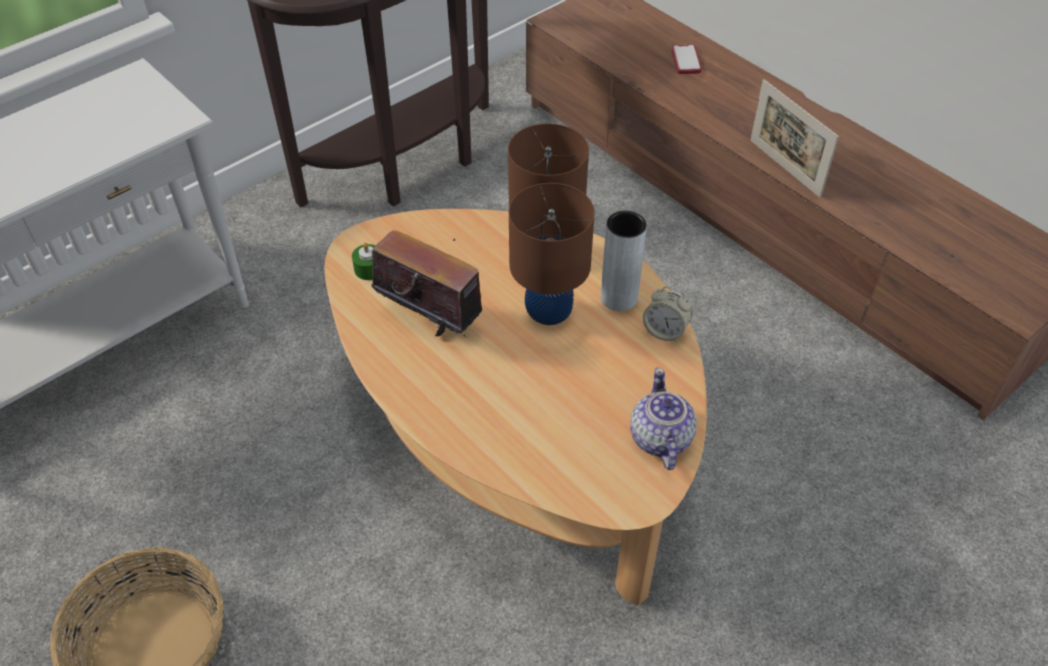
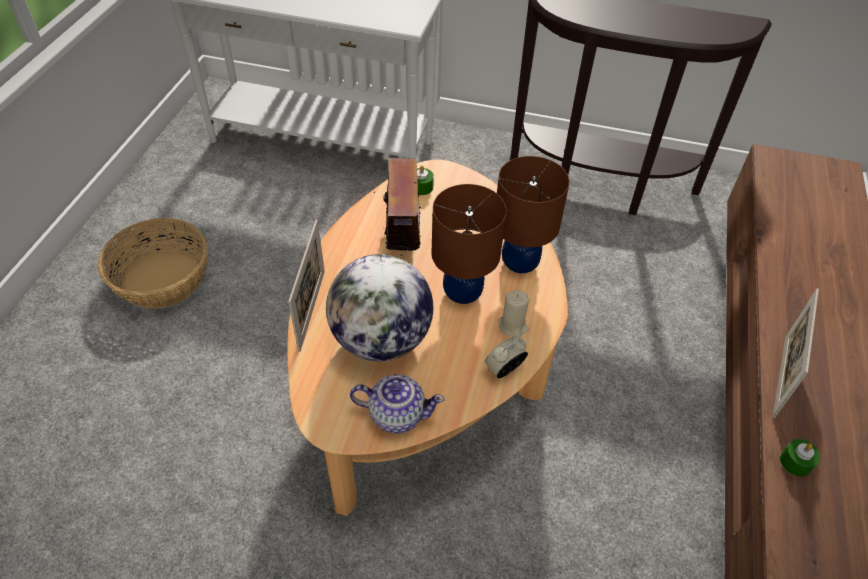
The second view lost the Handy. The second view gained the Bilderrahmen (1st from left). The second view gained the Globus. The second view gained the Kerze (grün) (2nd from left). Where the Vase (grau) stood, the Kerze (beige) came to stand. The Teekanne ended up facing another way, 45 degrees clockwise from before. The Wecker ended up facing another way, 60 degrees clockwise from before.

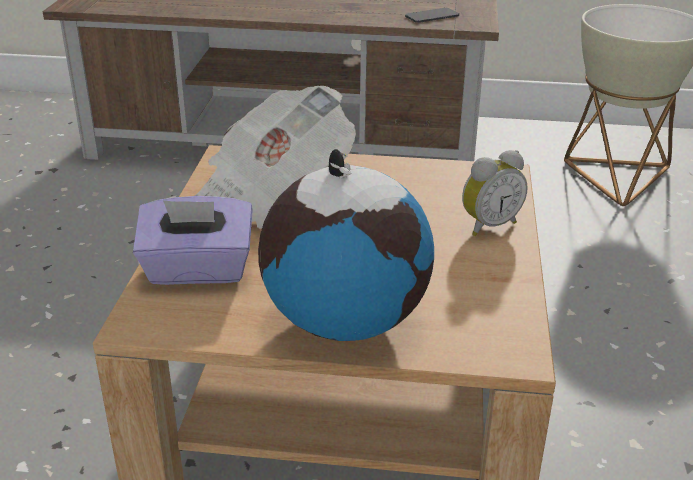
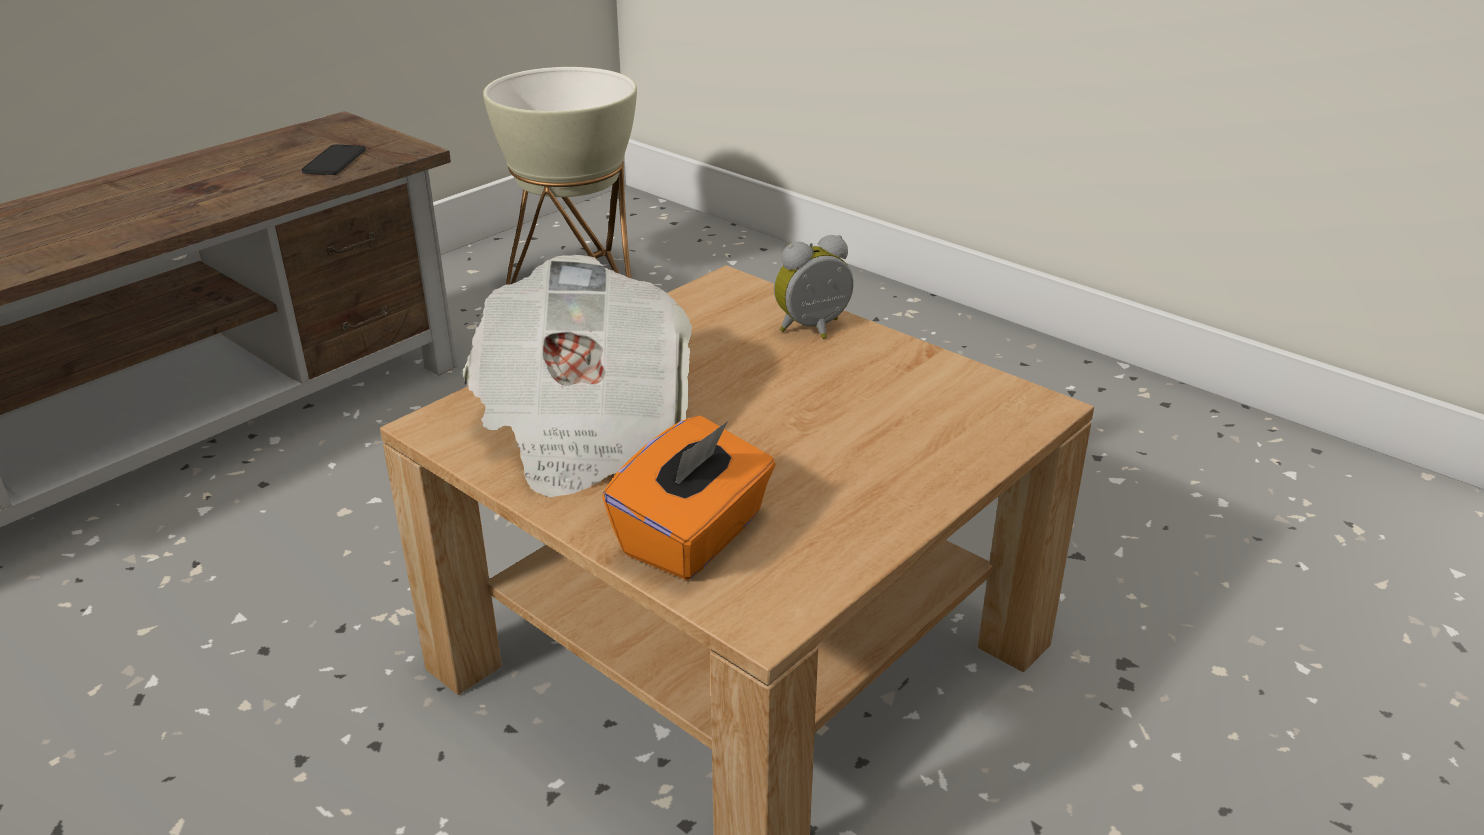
The second view lost the Globus. What was the Taschentuchbox (lila) turned into the Taschentuchbox (orange). The Wecker ended up facing another way, 120 degrees counterclockwise from before.

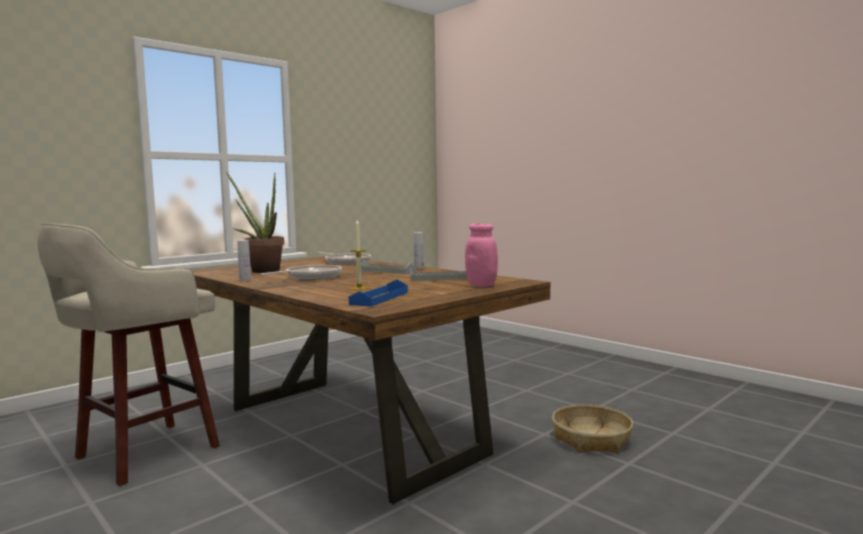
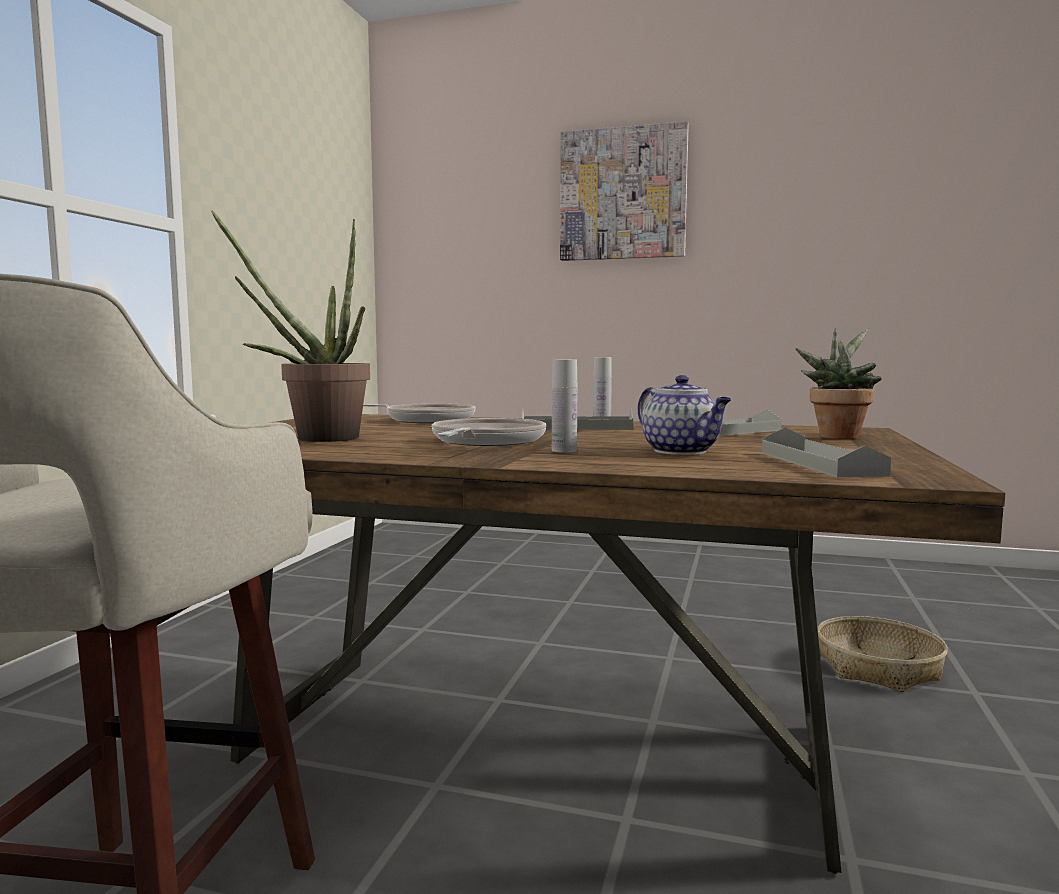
The second view gained the Bild. The Flasche (weiß) (1st from left) ended up elsewhere. Where the Kerze stood, the Teekanne came to stand. Where the Vorratsglas (rosa) stood, the Topfpflanze (2nd from left) came to stand. What was the Tablett (blau) turned into the Tablett (grau) (3rd from left).

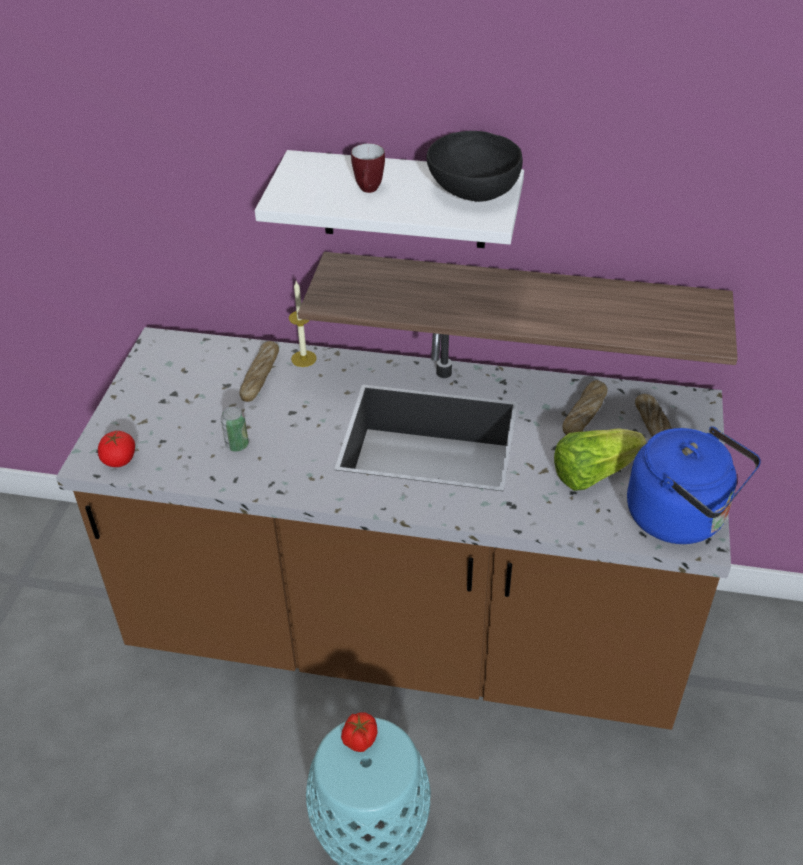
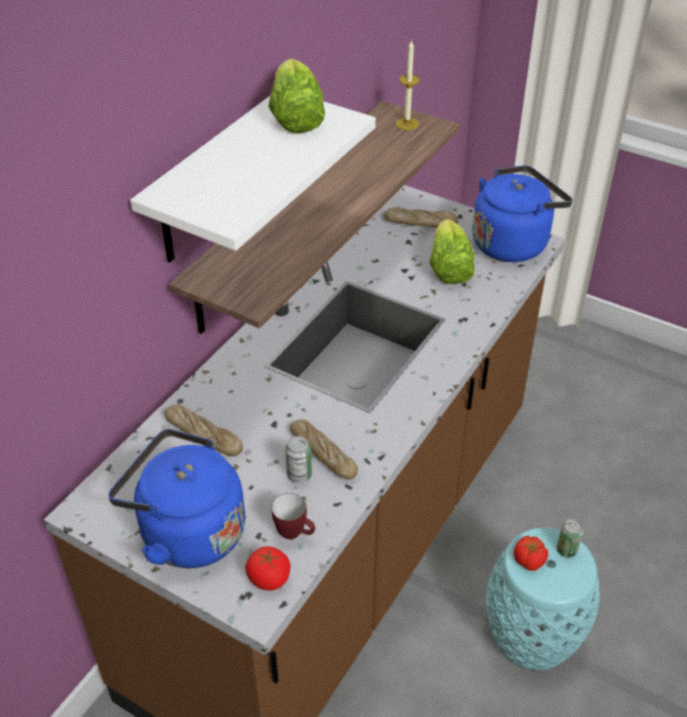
The second view gained the Wasserkessel (blau) (1st from left). The second view gained the Dose (2nd from left). The Kerze ended up elsewhere. The Henkelbecher ended up elsewhere. The Brot (2nd from left) ended up elsewhere. Where the Schüssel (schwarz) stood, the Salatkopf (1st from left) came to stand.

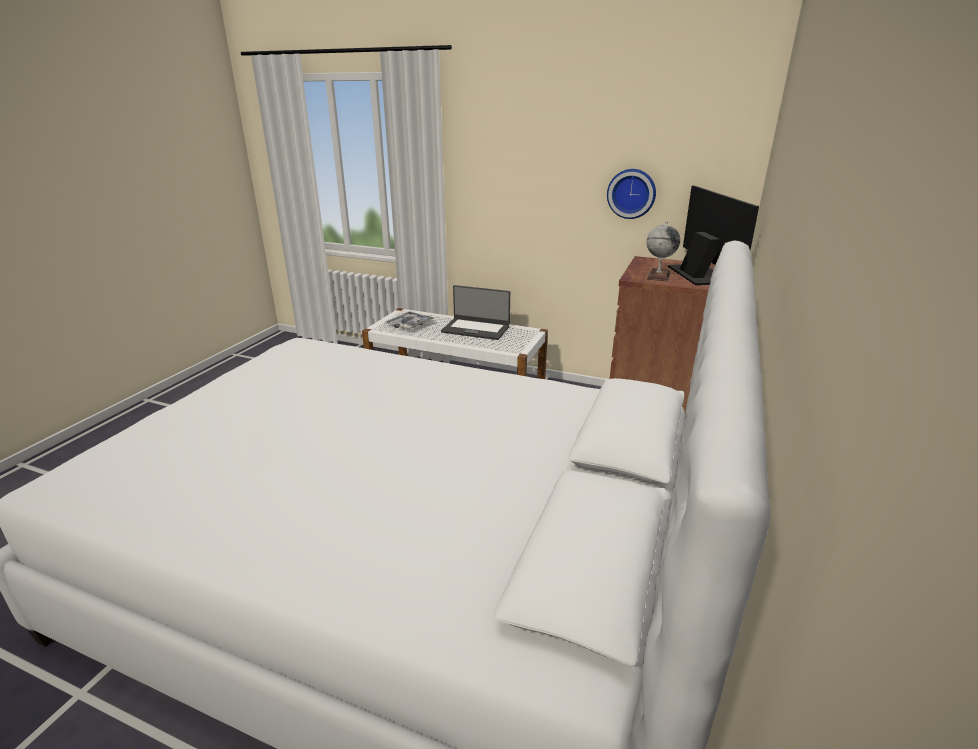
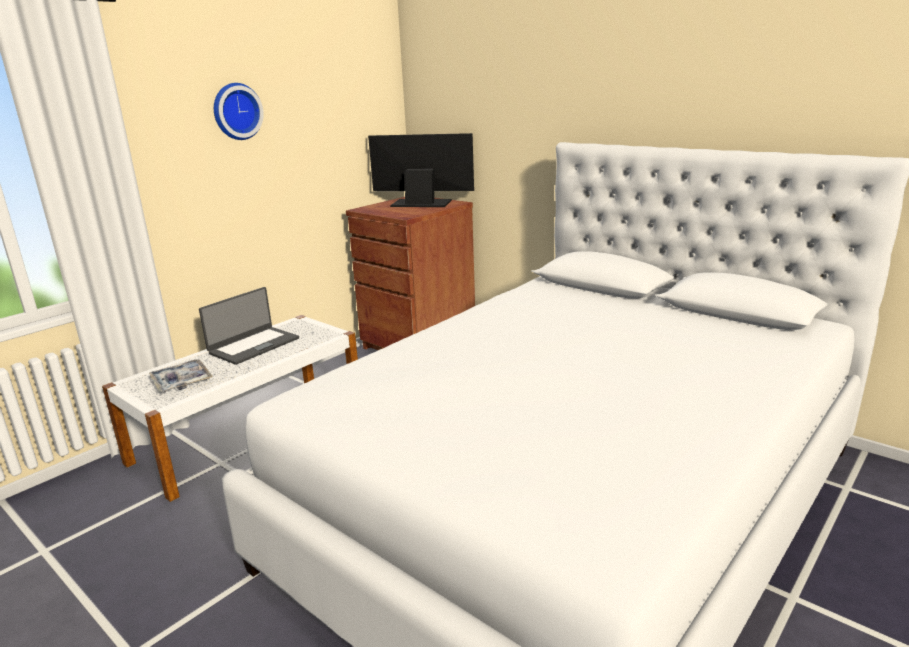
The second view lost the Globus. The Wanduhr ended up elsewhere.

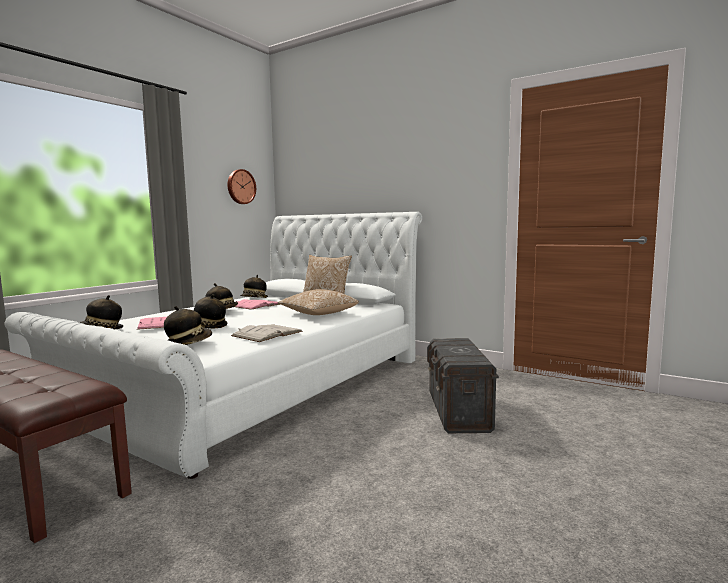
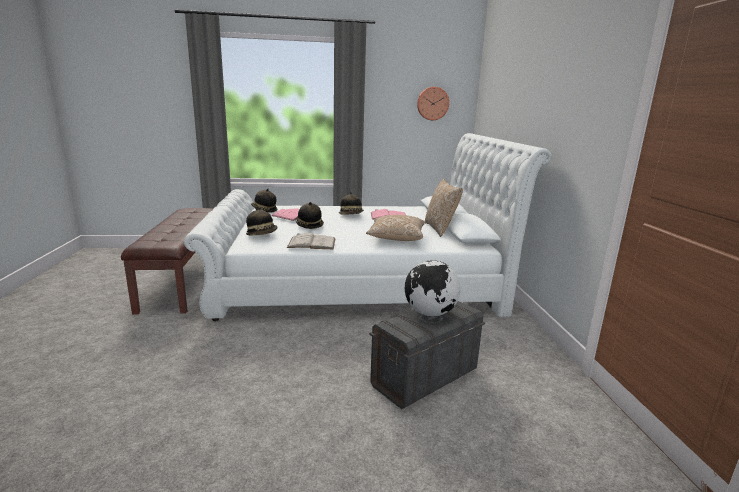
The second view lost the Hut (5th from left). The second view gained the Globus.

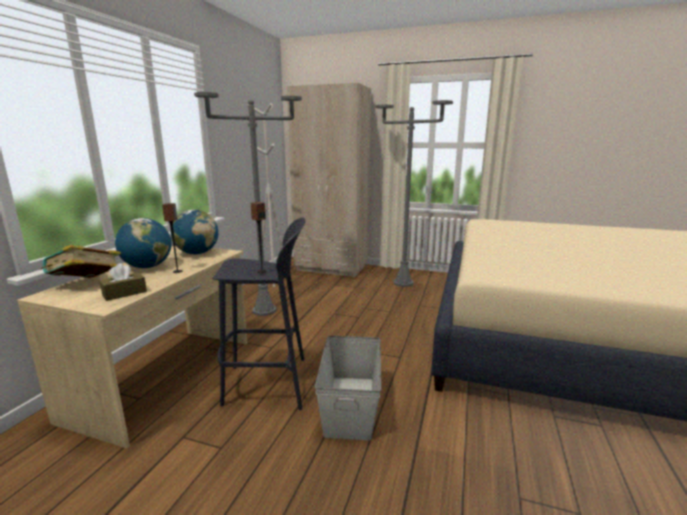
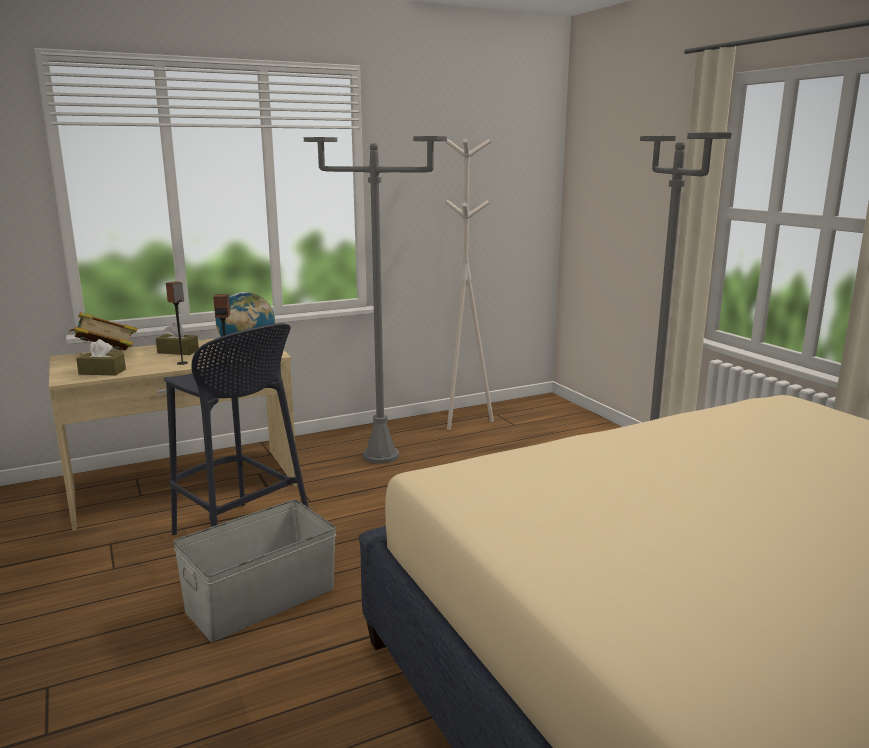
The second view lost the Kleiderschrank (beige). Where the Globus (1st from left) stood, the Taschentuchbox (braun) (2nd from left) came to stand.

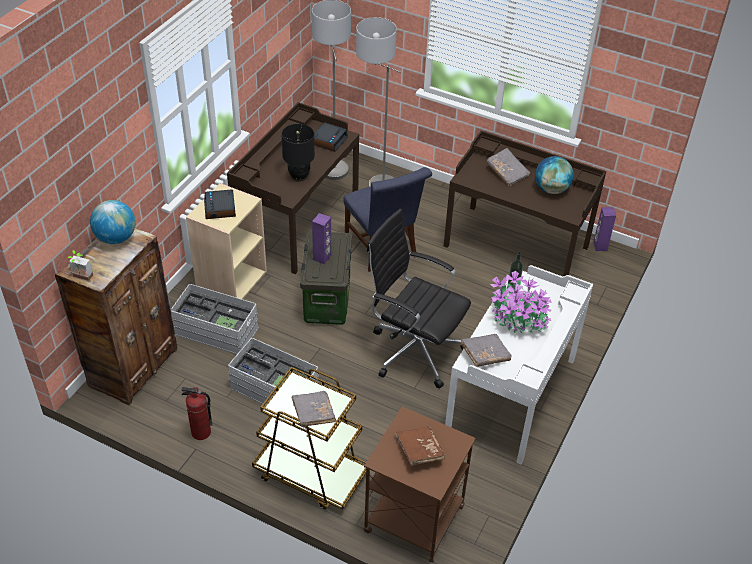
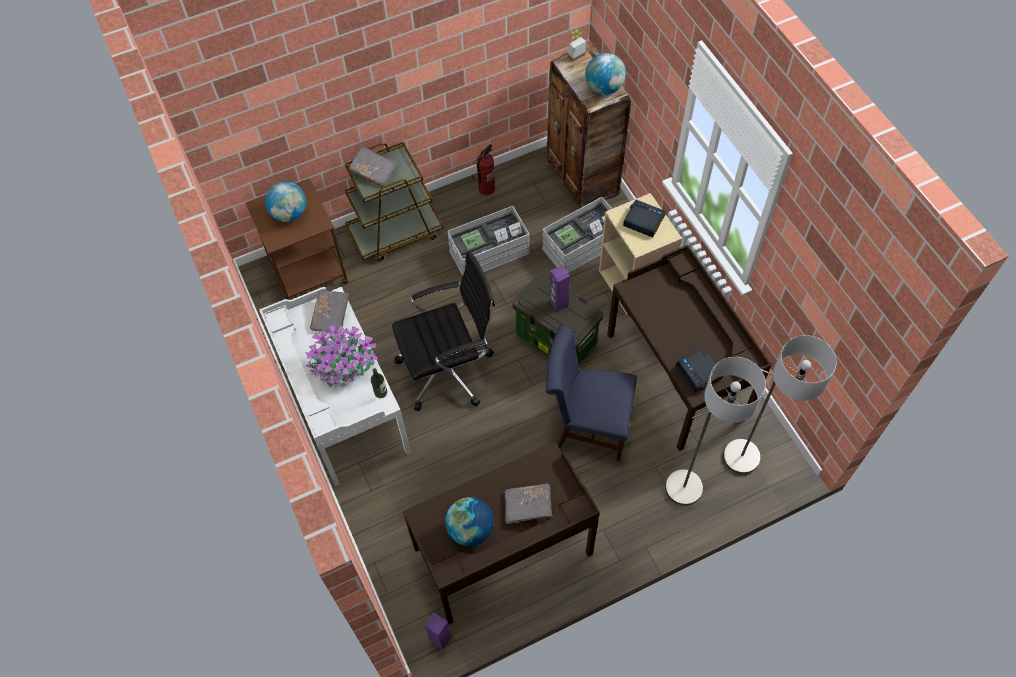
The second view lost the Tischlampe (schwarz). Where the Buch (braun) stood, the Globus (1st from left) came to stand.

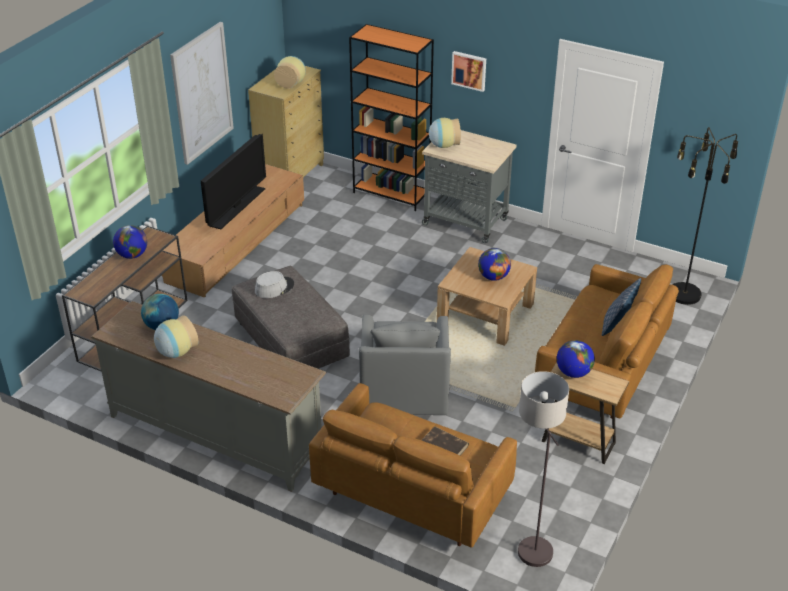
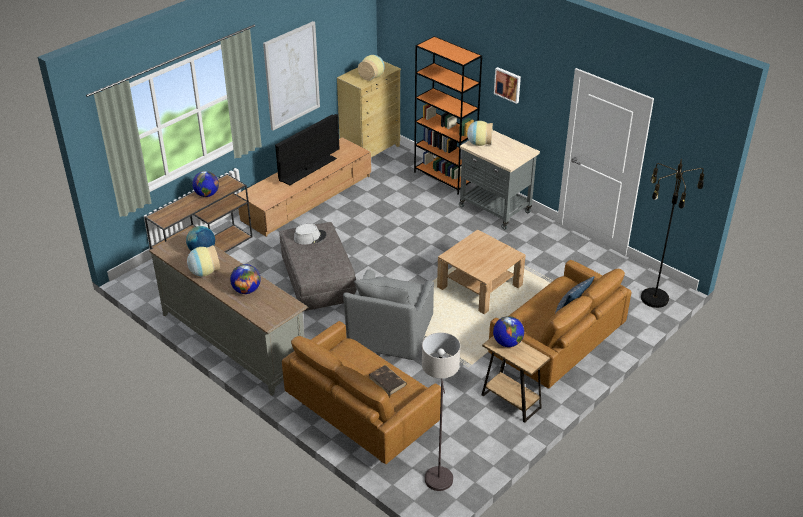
The Globus (3rd from left) ended up elsewhere.

